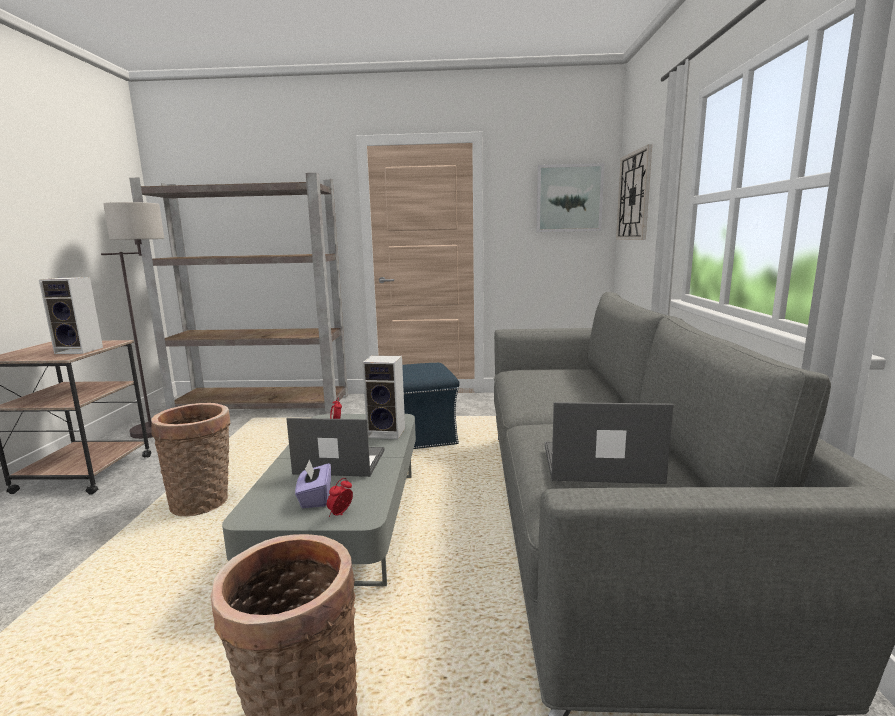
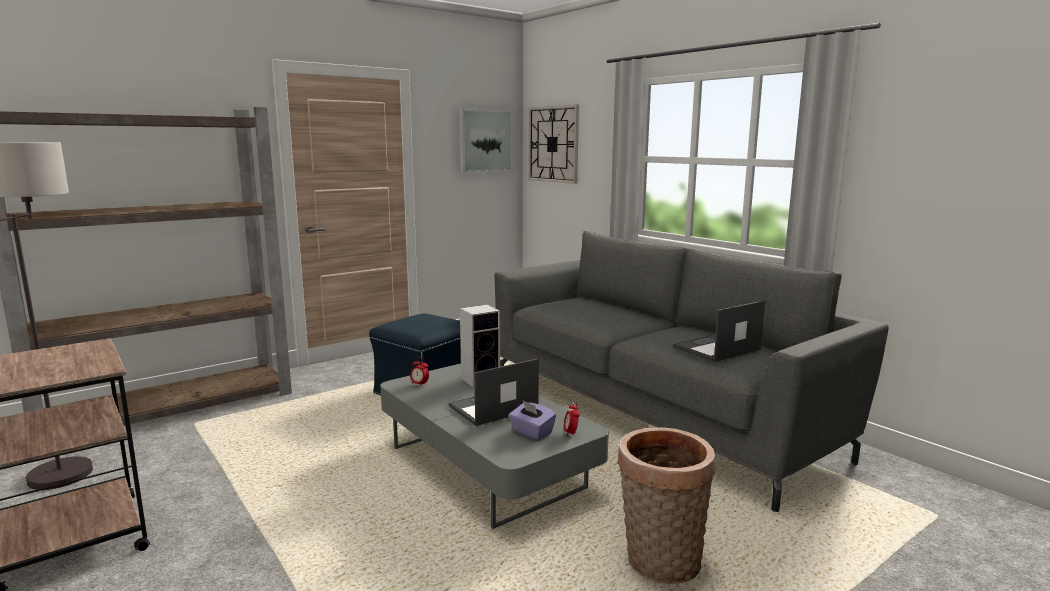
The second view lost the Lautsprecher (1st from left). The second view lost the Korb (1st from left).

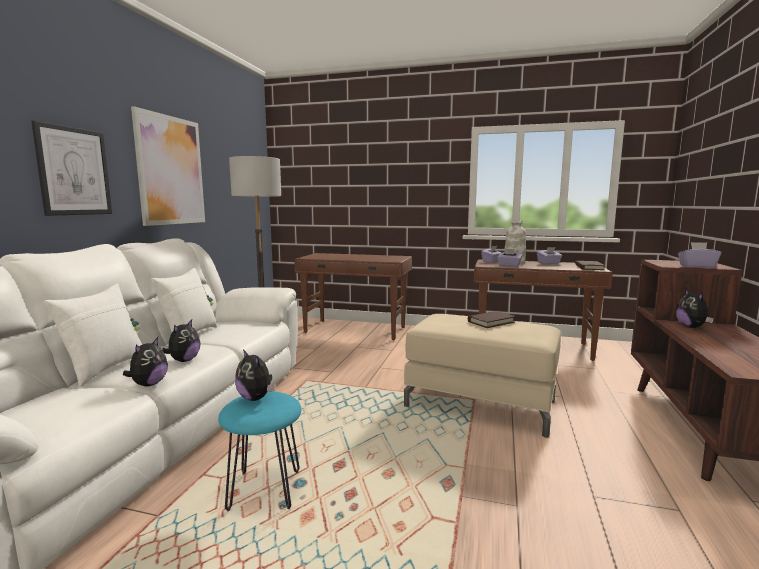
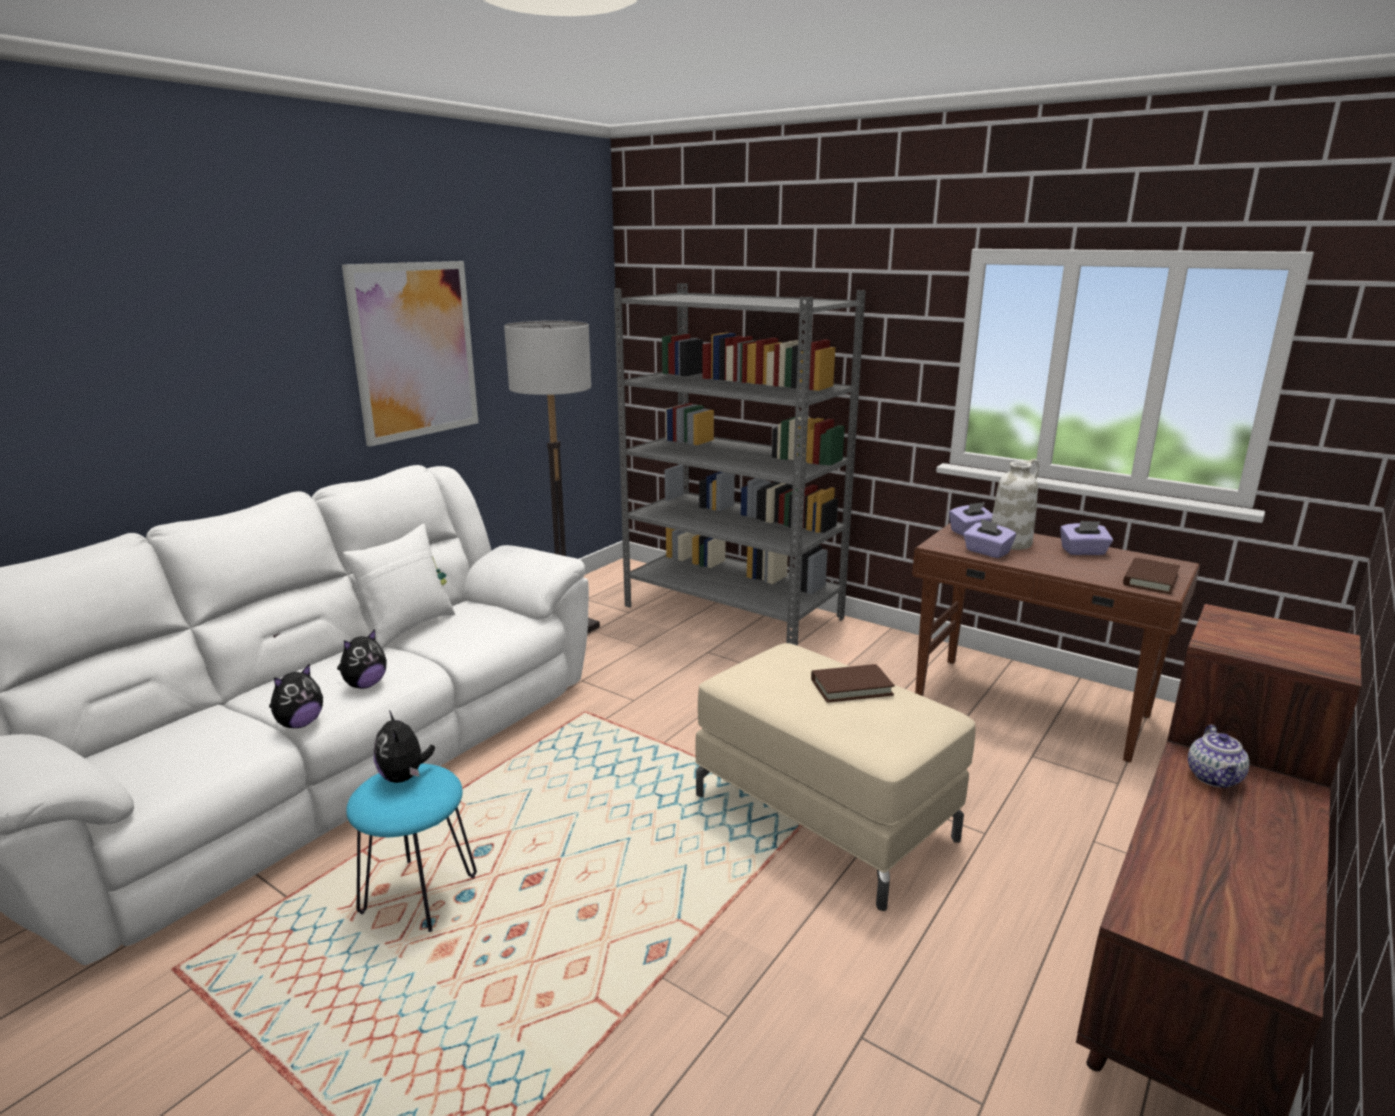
The second view lost the Bild (1st from left). The second view lost the Kissen (weiß) (1st from left). The second view lost the Taschentuchbox (lila) (4th from left). Where the Konsolentisch (braun) (1st from left) stood, the Bücherregal (grau) came to stand. Where the Plüschtier (4th from left) stood, the Teekanne came to stand.

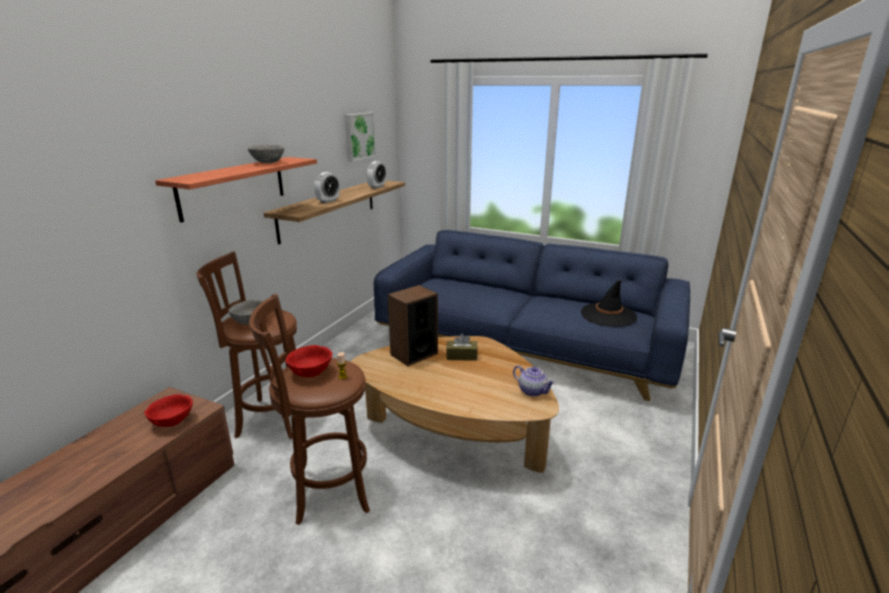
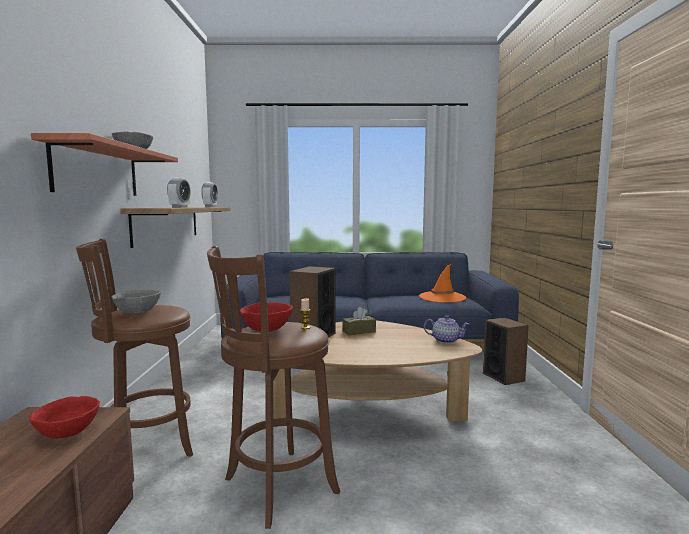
The second view lost the Bild. The second view gained the Lautsprecher (2nd from left). What was the Hut (schwarz) turned into the Hut (orange).

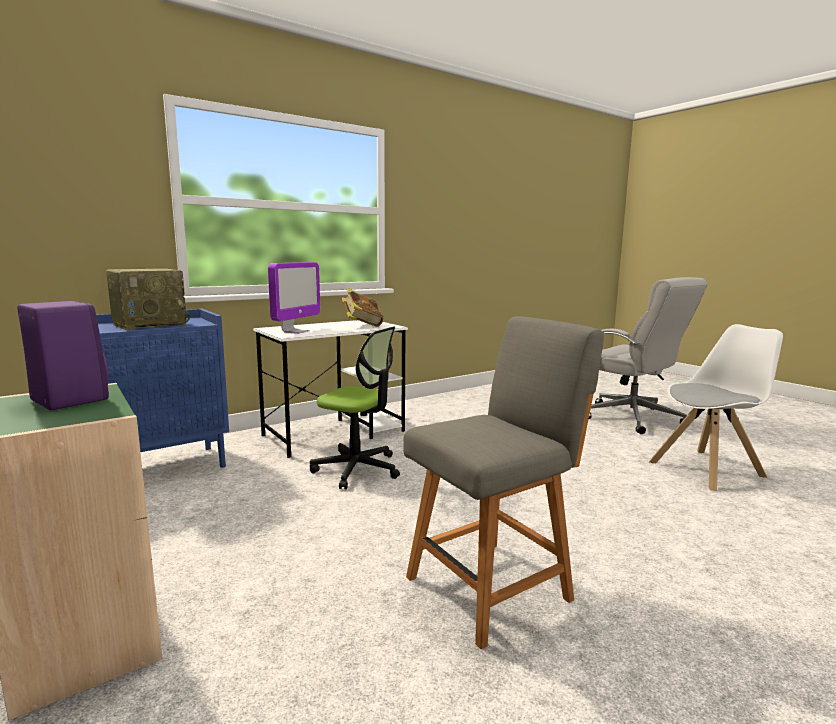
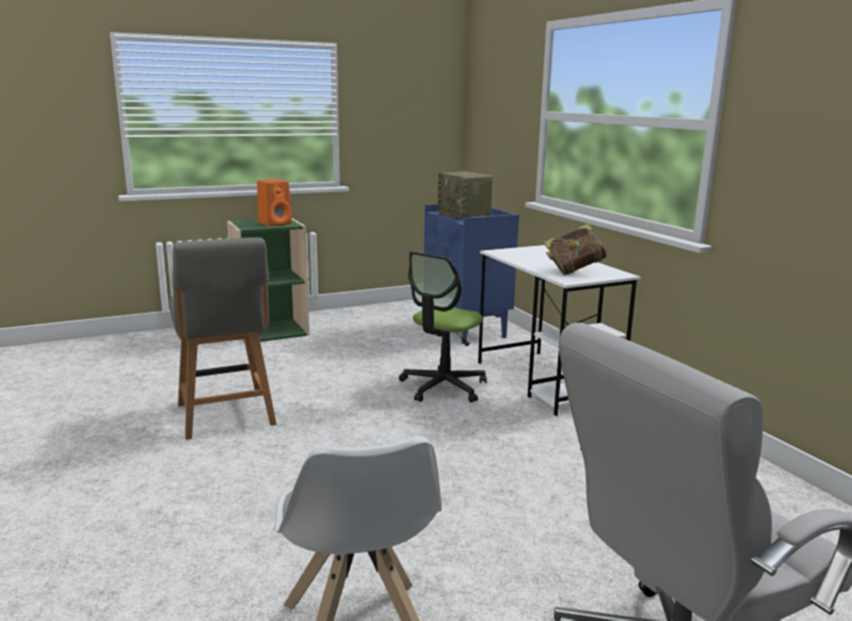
The second view lost the Monitor. What was the Lautsprecher (lila) turned into the Lautsprecher (orange).

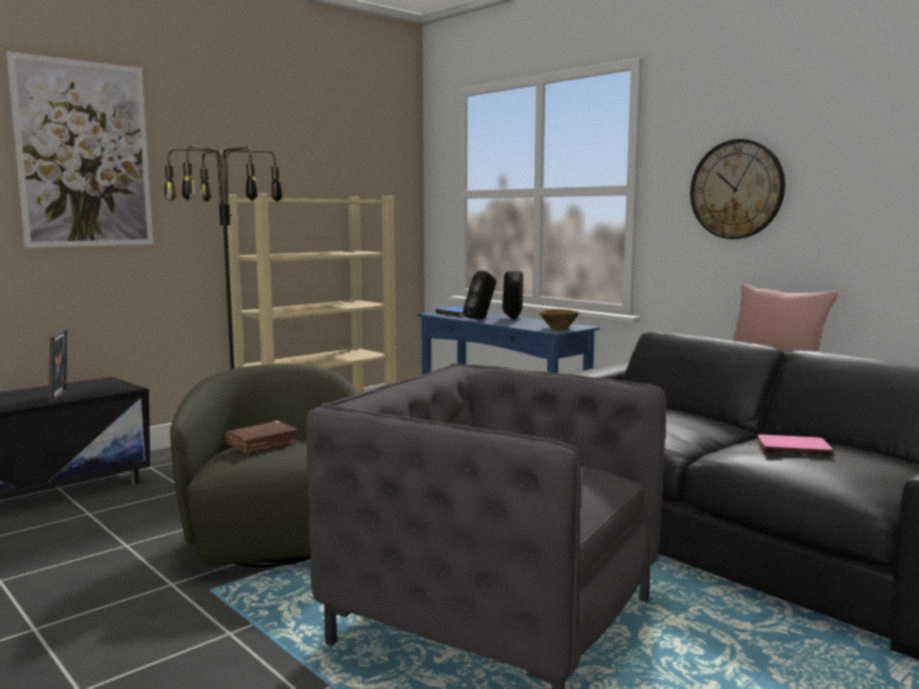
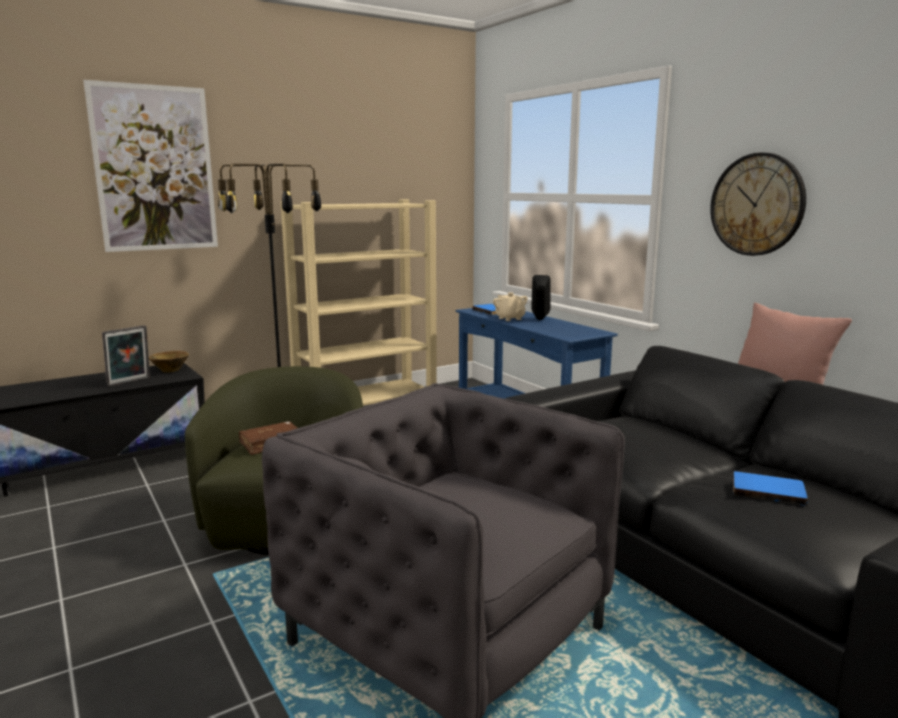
The Schüssel (braun) ended up elsewhere. Where the Lautsprecher (schwarz) (1st from left) stood, the Teekanne (beige) came to stand. What was the Buch (rosa) turned into the Buch (blau) (2nd from left). The Bilderrahmen ended up facing another way, 45 degrees clockwise from before.

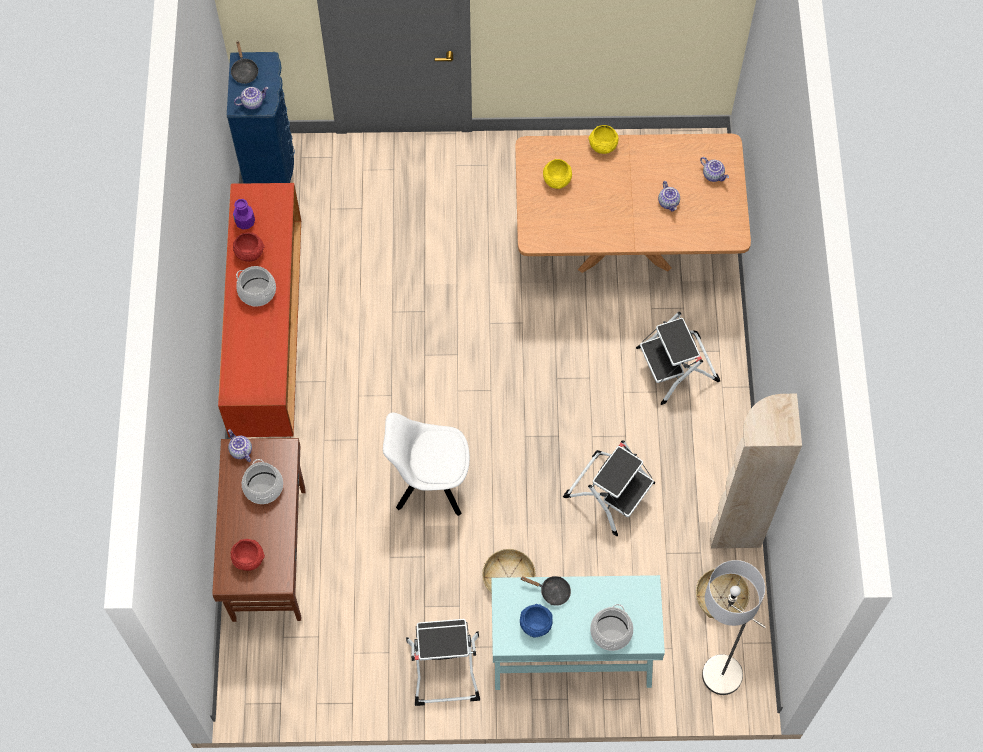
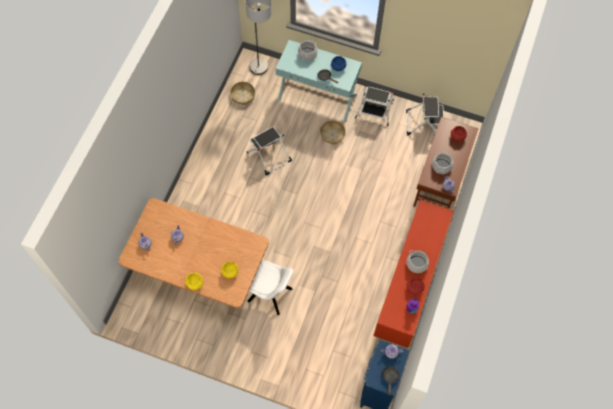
The second view lost the Bücherregal (beige). The Stuhl (weiß) ended up elsewhere. The Trittleiter (3rd from left) ended up elsewhere.

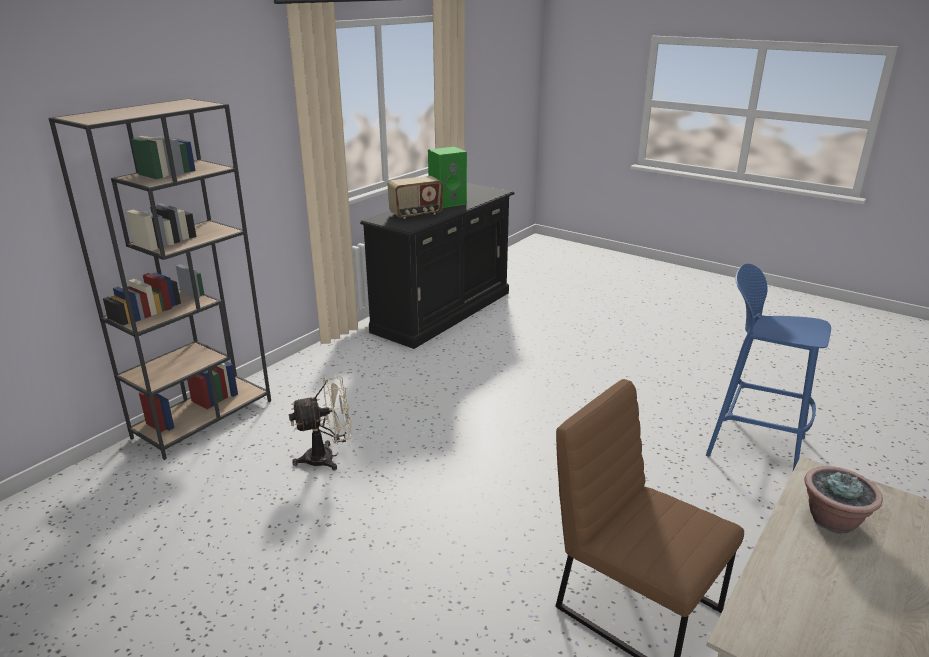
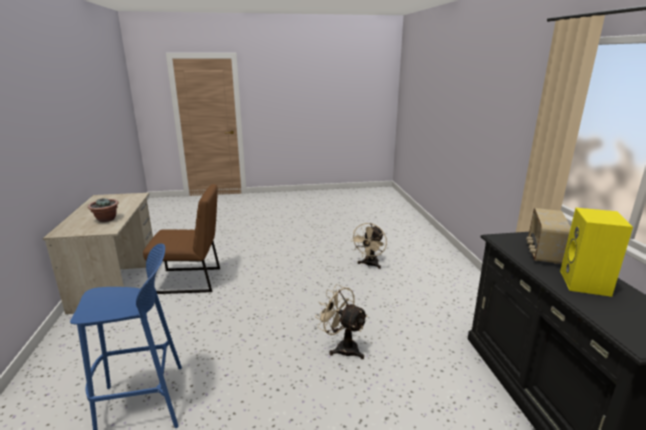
The second view lost the Bücherregal. The second view gained the Ventilator (beige) (1st from left). What was the Lautsprecher (grün) turned into the Lautsprecher (gelb).

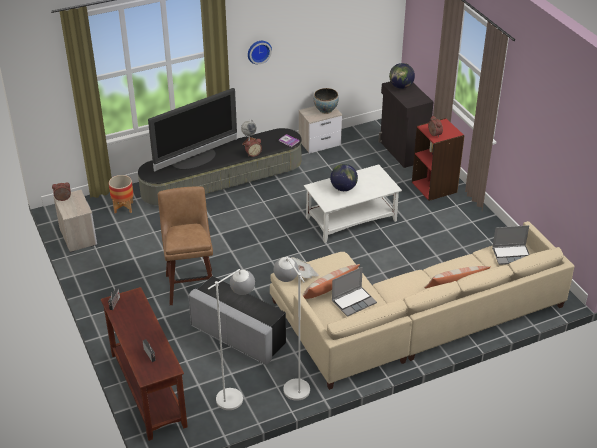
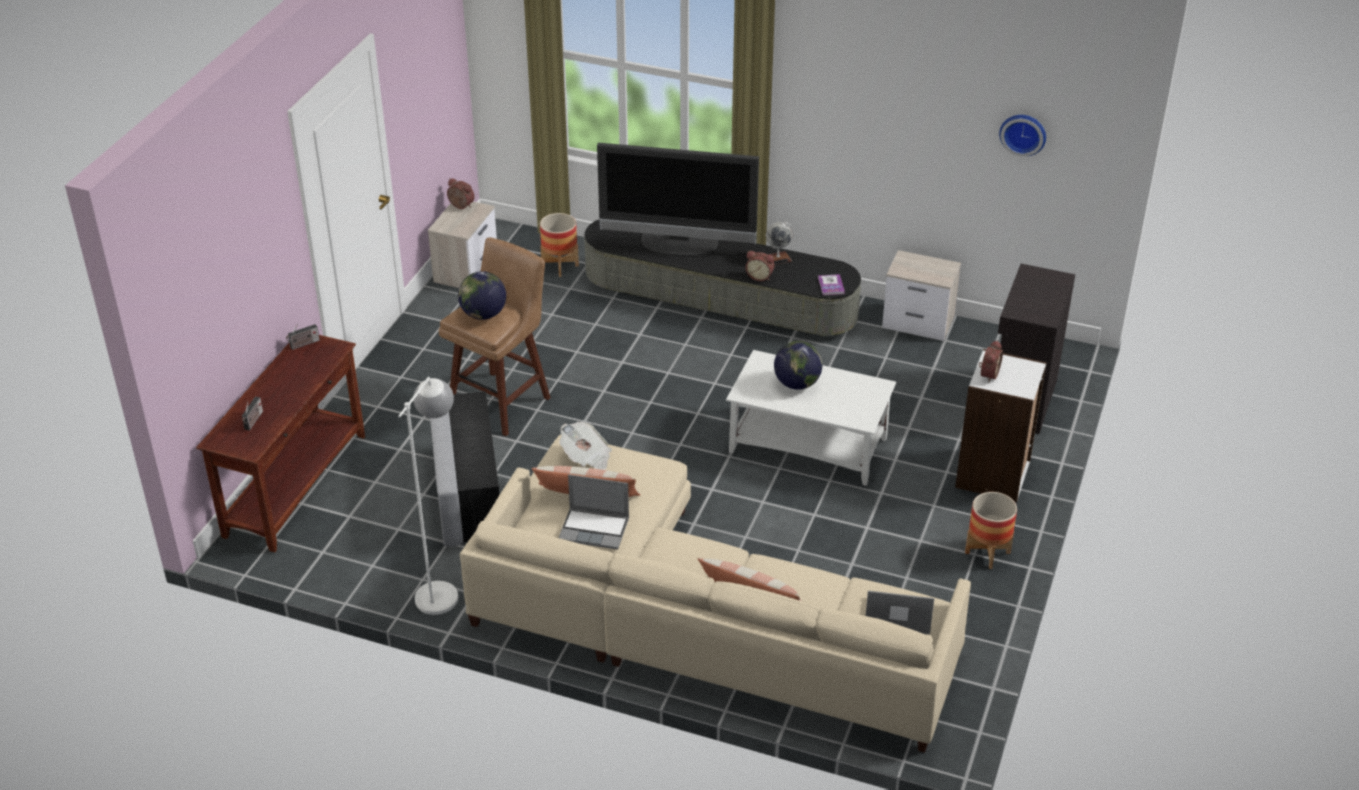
The second view lost the Stehlampe (weiß) (1st from left). The second view lost the Schüssel. The second view gained the Pflanzkübel (2nd from left). The Wanduhr ended up elsewhere. The Globus (3rd from left in the first image) ended up elsewhere. What was the Bücherregal (rot) turned into the Bücherregal (weiß). The Laptop (2nd from left) ended up facing another way, 150 degrees clockwise from before.

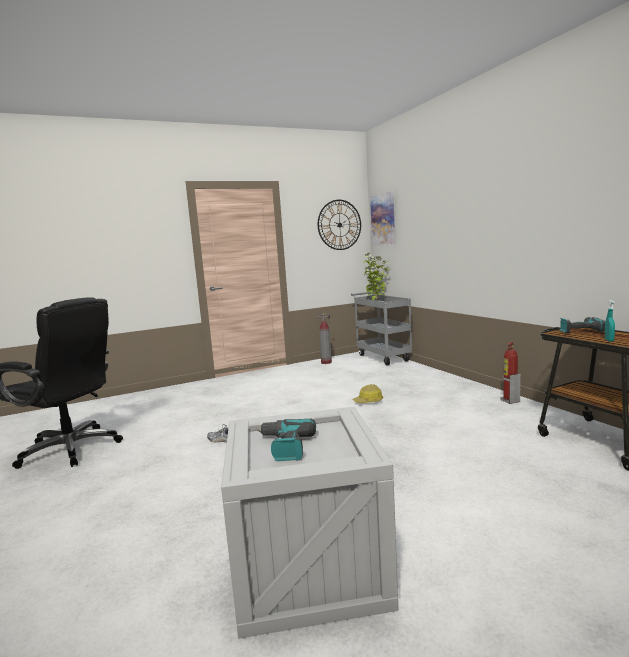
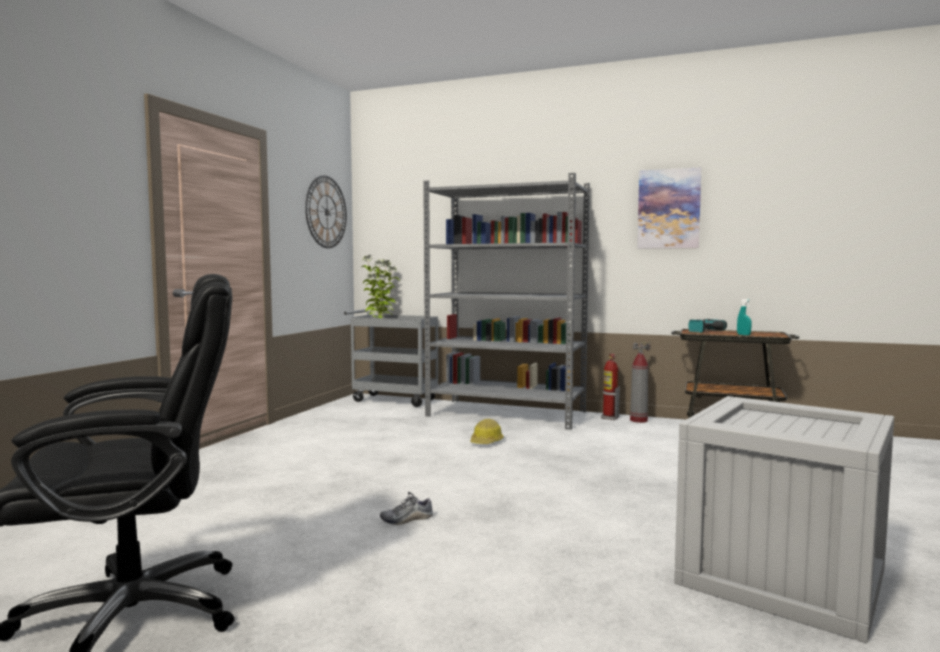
The second view lost the Bohrmaschine (1st from left). The second view gained the Bücherregal (grau). The Feuerlöscher (1st from left in the first image) ended up elsewhere. The Bild ended up elsewhere.

